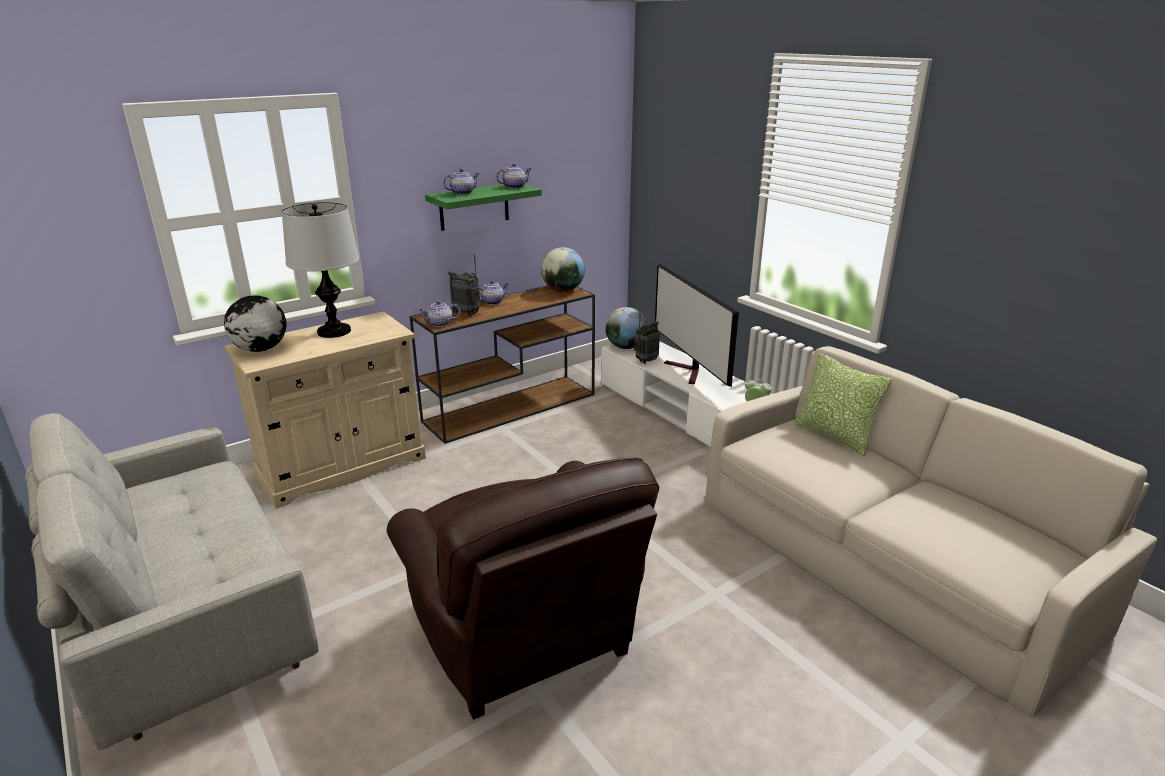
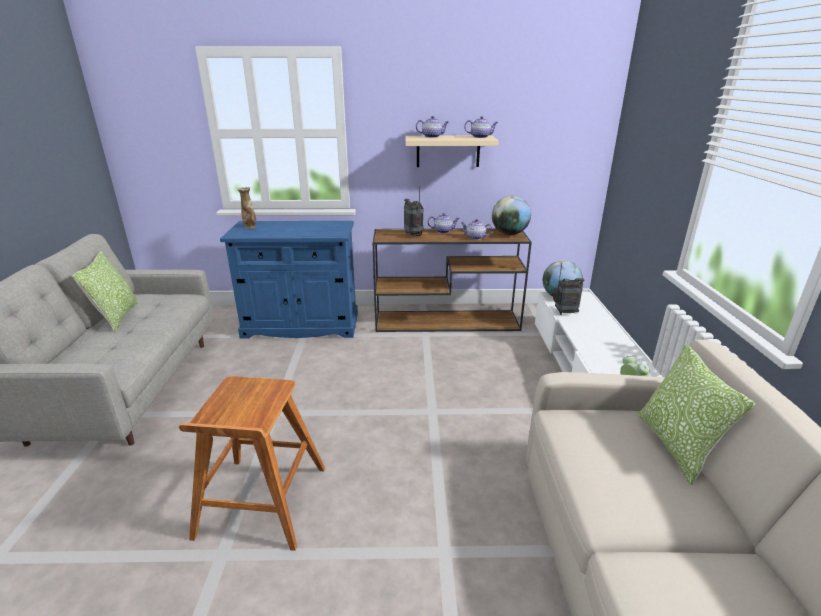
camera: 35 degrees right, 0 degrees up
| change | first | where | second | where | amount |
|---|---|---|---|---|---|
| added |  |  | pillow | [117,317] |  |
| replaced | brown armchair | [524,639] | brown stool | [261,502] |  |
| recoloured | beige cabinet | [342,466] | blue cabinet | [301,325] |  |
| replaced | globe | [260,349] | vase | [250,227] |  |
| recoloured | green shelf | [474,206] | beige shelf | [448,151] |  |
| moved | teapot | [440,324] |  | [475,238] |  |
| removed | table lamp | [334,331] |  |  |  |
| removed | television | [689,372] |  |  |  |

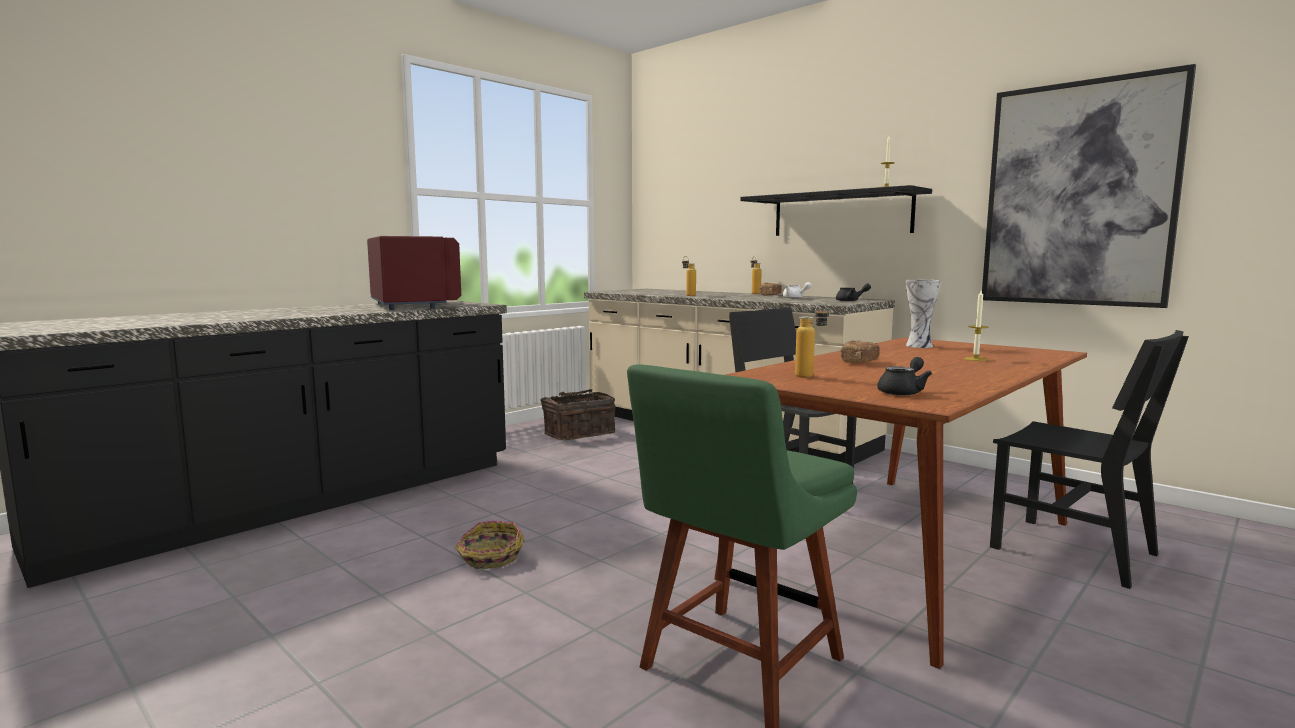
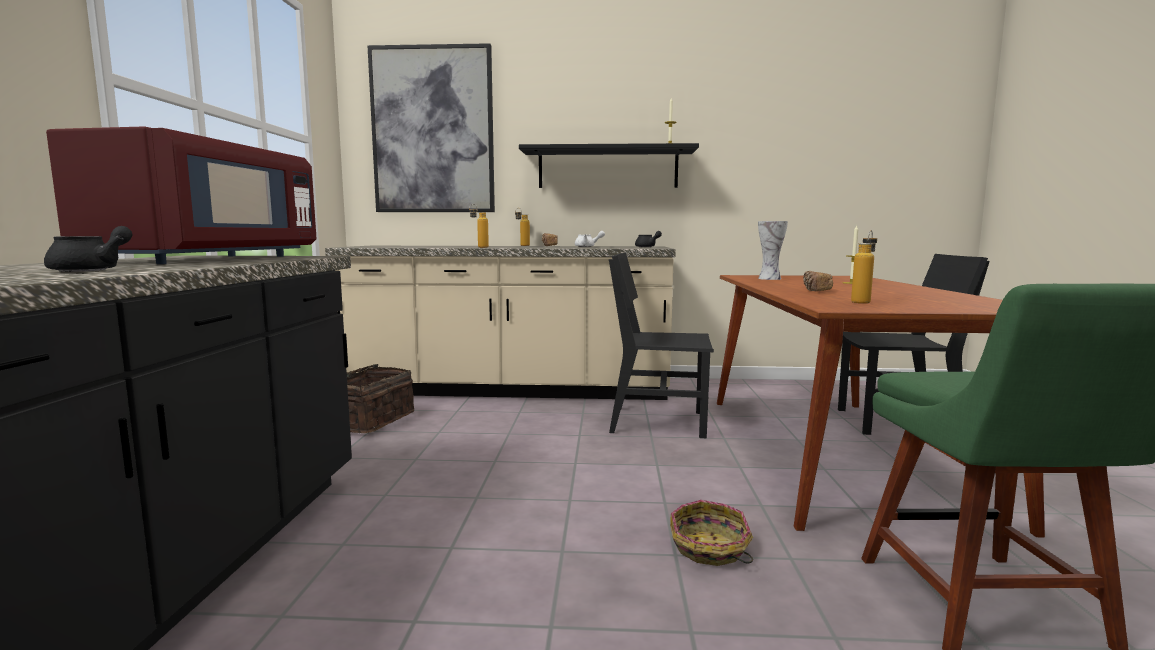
camera: 40 degrees left, 0 degrees up
| change | first | where | second | where | amount |
|---|---|---|---|---|---|
| moved | black teapot | [903,392] |  | [94,270] |  |
| turned | red microwave | [412,305] |  | [207,259] | 75 degrees clockwise |
| moved | picture | [1078,194] |  | [433,131] |  |
| moved | basket | [490,557] |  | [709,549] |  |

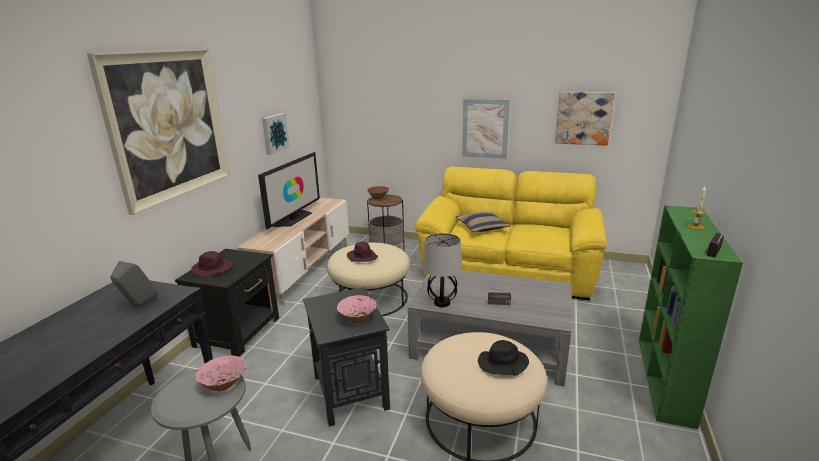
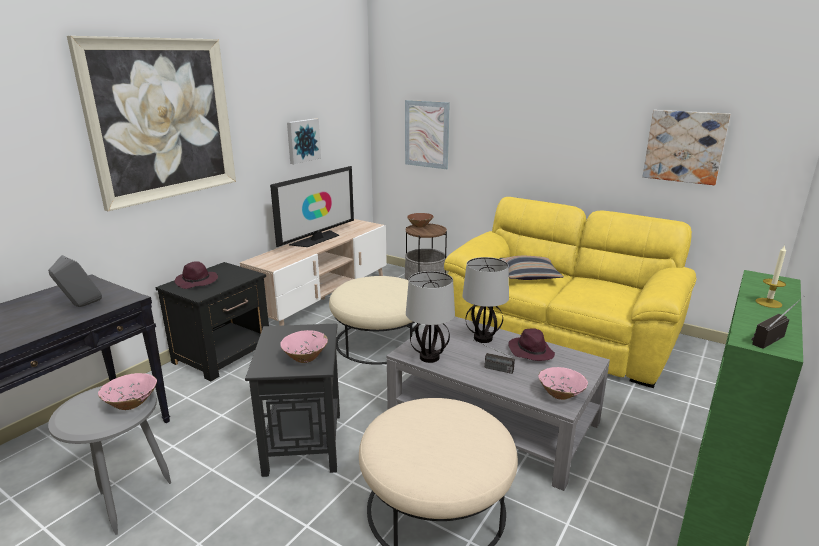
camera: 15 degrees right, 0 degrees up
| change | first | where | second | where | amount |
|---|---|---|---|---|---|
| moved | picture | [485,128] |  | [427,134] |  |
| added |  |  | table lamp | [483,338] |  |
| moved | purple hat | [362,257] |  | [530,351] |  |
| added |  |  | pink bowl | [560,394] |  |
| removed | black hat | [502,364] |  |  |  |

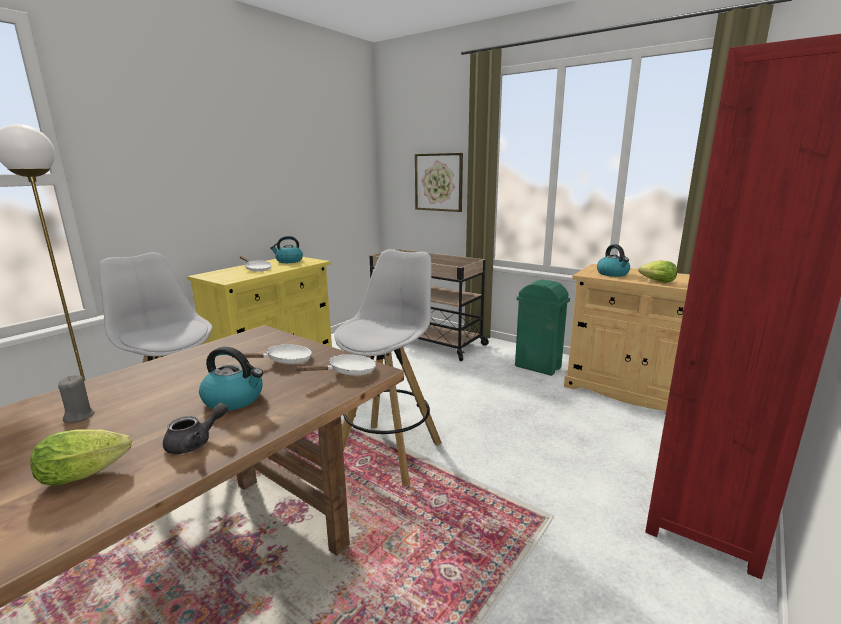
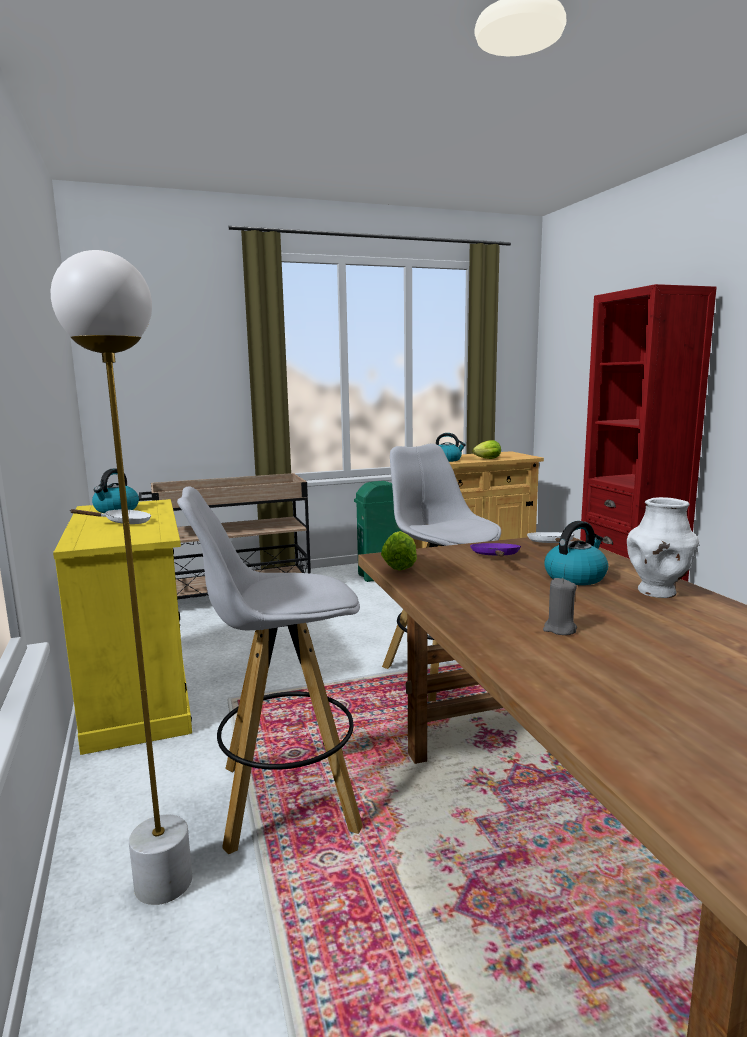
camera: 55 degrees left, 5 degrees down
| change | first | where | second | where | amount |
|---|---|---|---|---|---|
| moved | lettuce | [89,473] |  | [400,565] |  |
| recoloured | white frying pan | [284,361] | purple frying pan | [496,557] |  |
| replaced | grey teapot | [195,443] | white vase | [657,592] |  |
| removed | picture | [438,182] |  |  |  |

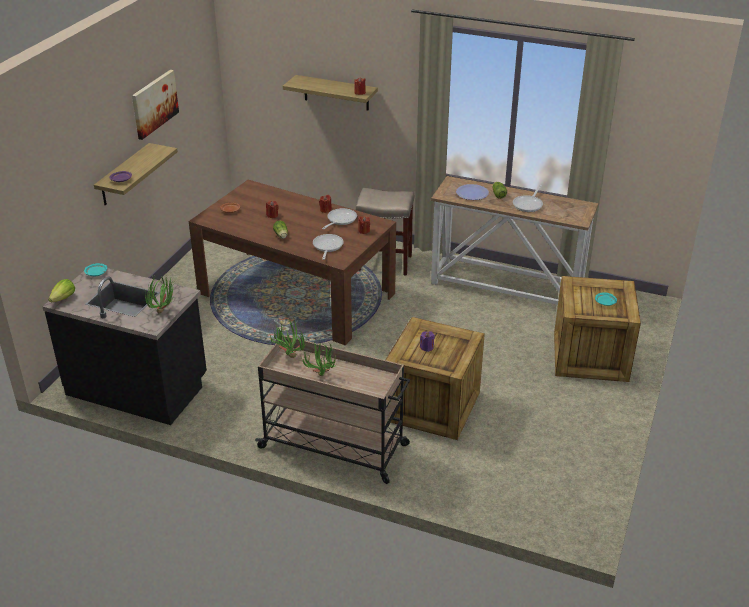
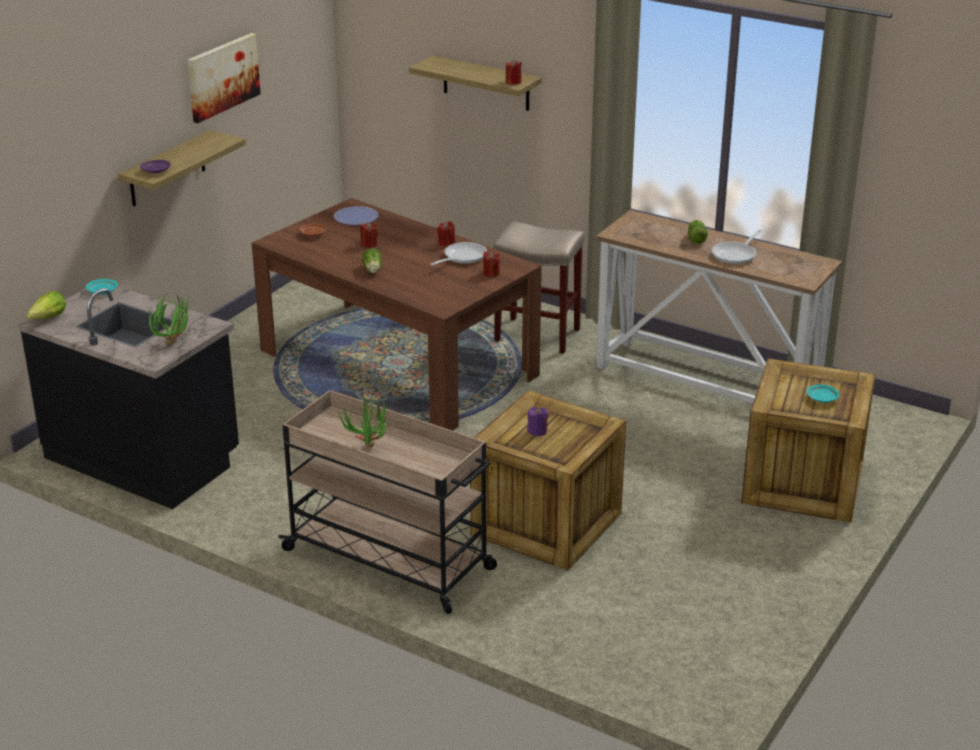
camera: 10 degrees right, 5 degrees down
| change | first | where | second | where | amount |
|---|---|---|---|---|---|
| moved | plate | [472,193] |  | [356,217] |  |
| removed | potted plant | [288,355] |  |  |  |
| removed | frying pan | [327,247] |  |  |  |

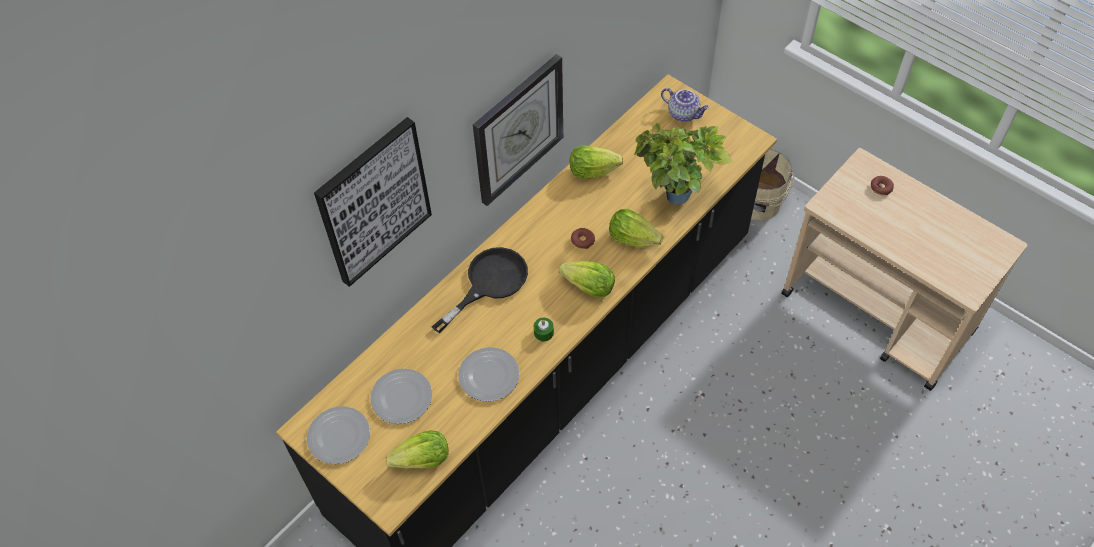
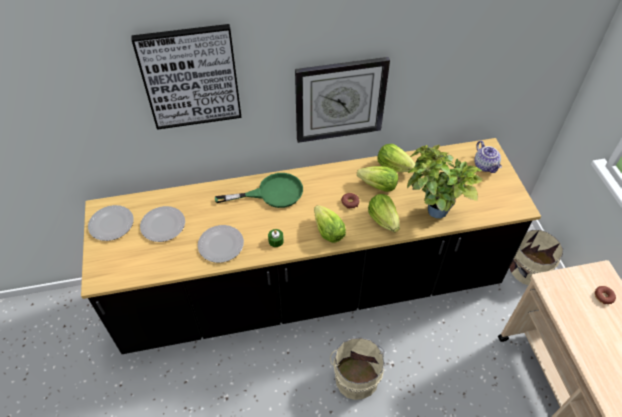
camera: 35 degrees right, 5 degrees down
| change | first | where | second | where | amount |
|---|---|---|---|---|---|
| recoloured | black frying pan | [489,283] | green frying pan | [272,193] |  |
| added |  |  | beige bucket | [356,376] |  |
| moved | lettuce | [423,460] |  | [378,186] |  |

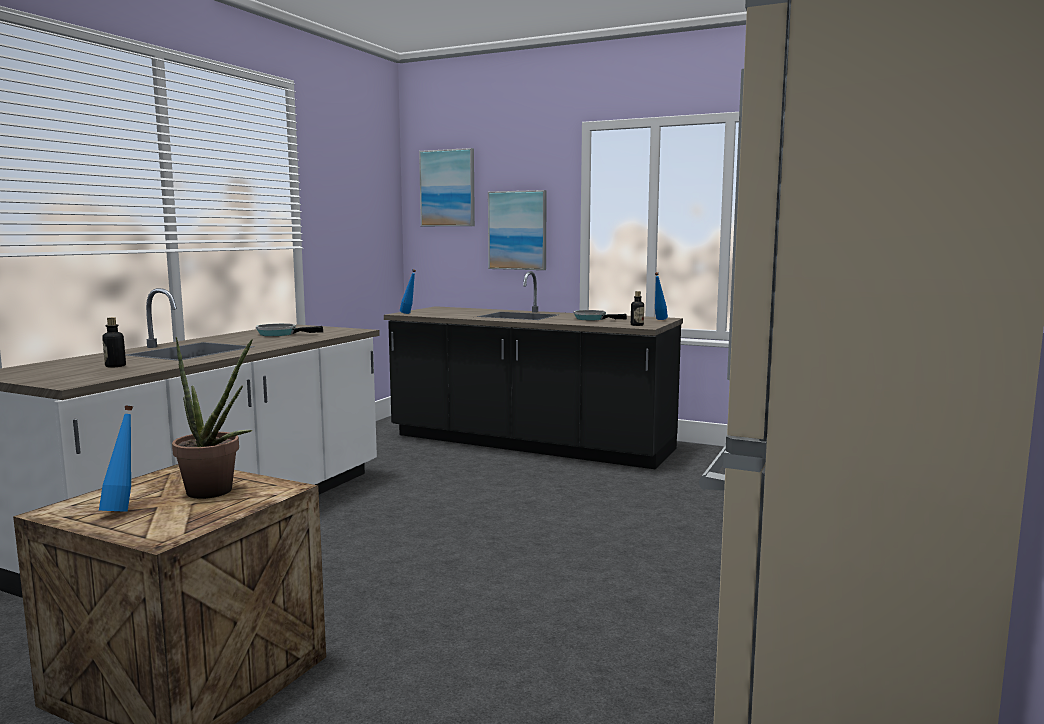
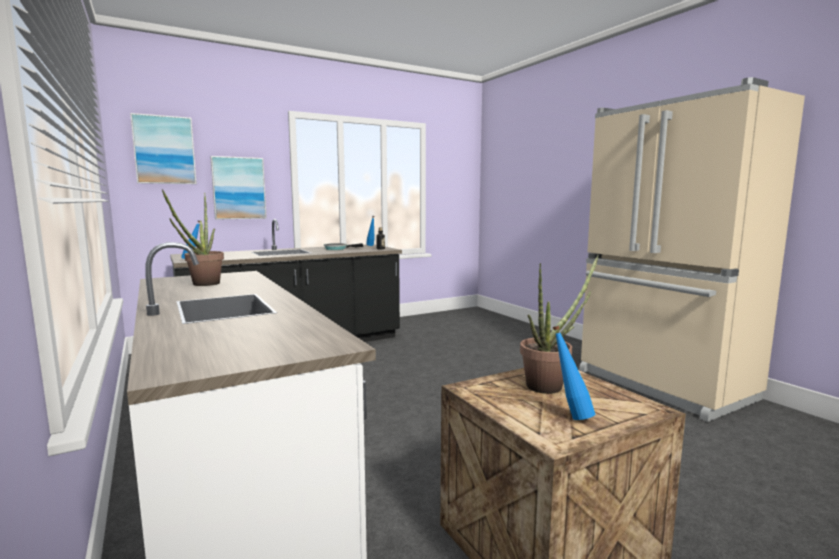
camera: 55 degrees left, 0 degrees up
| change | first | where | second | where | amount |
|---|---|---|---|---|---|
| replaced | frying pan | [280,334] | potted plant | [202,284] |  |
| removed | bottle | [115,366] |  |  |  |

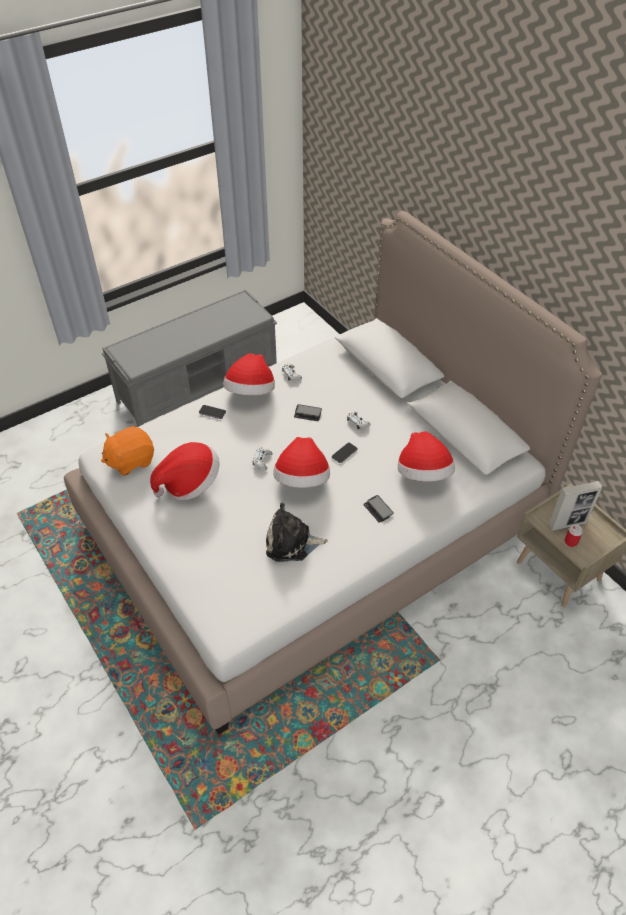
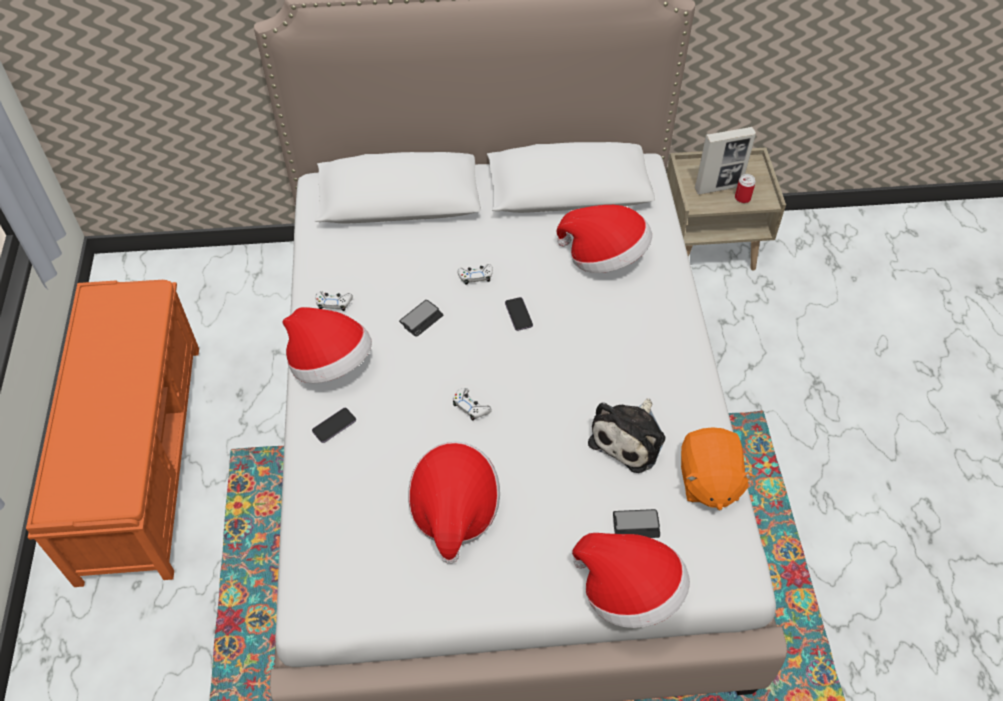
camera: 60 degrees left, 5 degrees up
| change | first | where | second | where | amount |
|---|---|---|---|---|---|
| recoloured | grey bench | [199,385] | orange bench | [141,456] |  |
| moved | hat | [302,480] |  | [628,591] |  |
| moved | phone | [378,509] |  | [636,525] |  |
| moved | orange plush toy | [130,460] |  | [708,481] |  |
| turned | picture frame | [567,524] |  | [718,187] | 60 degrees clockwise |

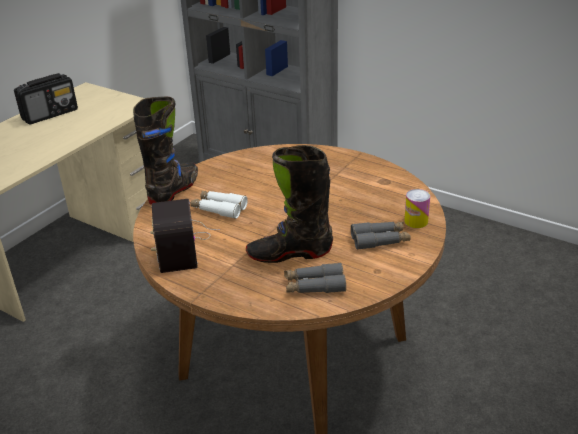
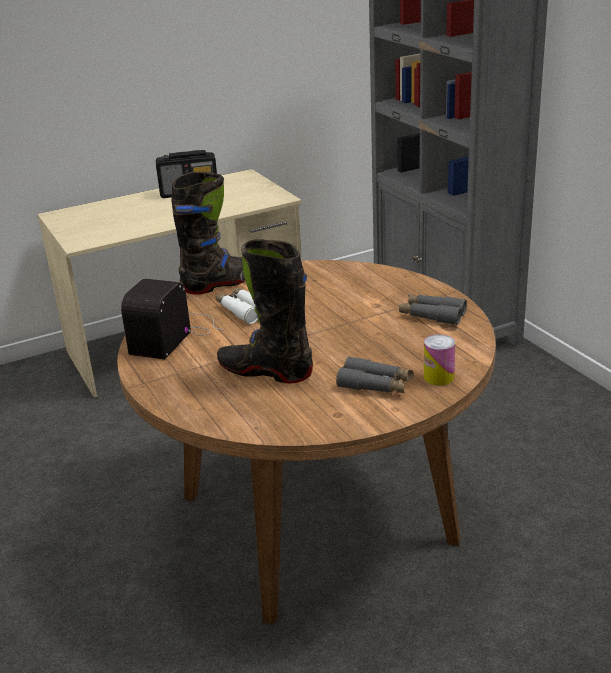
camera: 30 degrees right, 5 degrees down
| change | first | where | second | where | amount |
|---|---|---|---|---|---|
| moved | grey binoculars | [314,286] |  | [432,315] |  |

